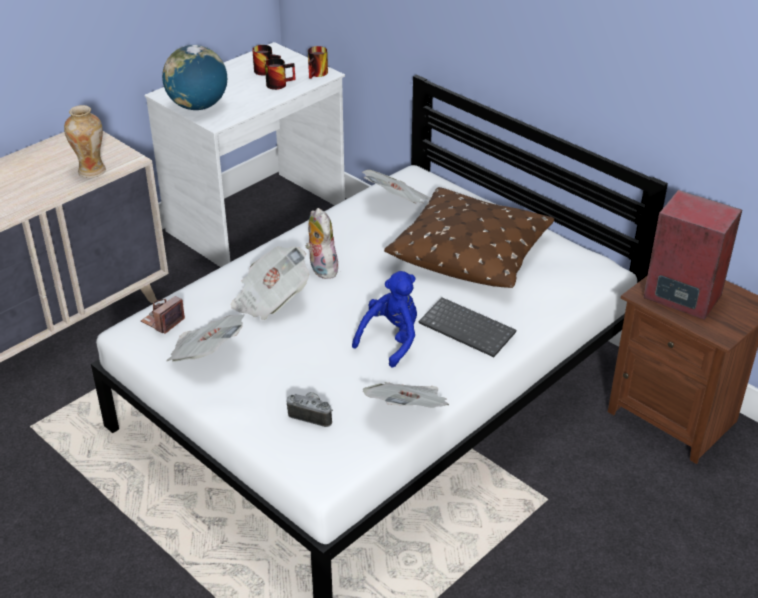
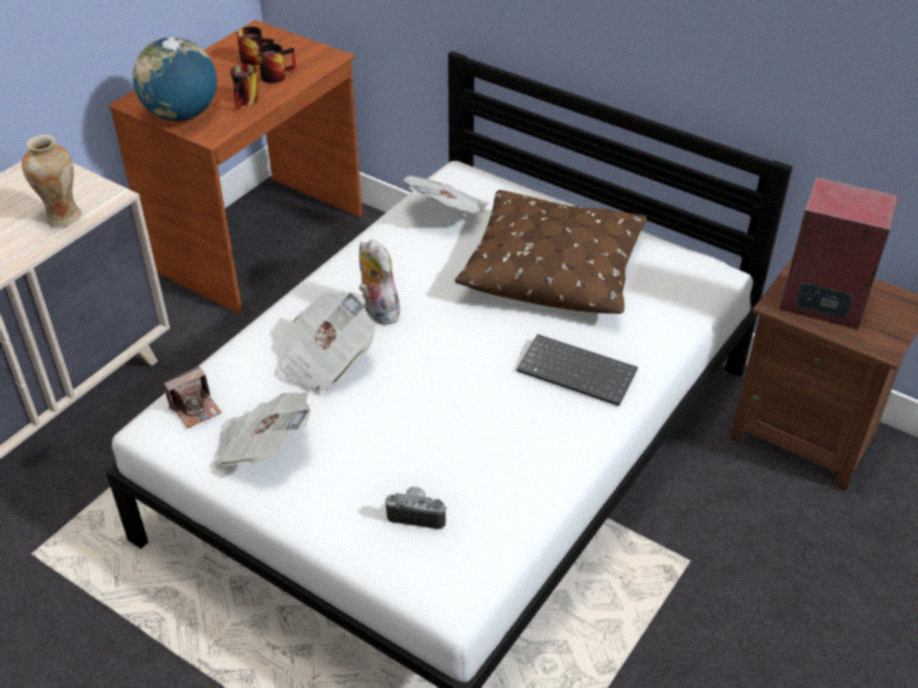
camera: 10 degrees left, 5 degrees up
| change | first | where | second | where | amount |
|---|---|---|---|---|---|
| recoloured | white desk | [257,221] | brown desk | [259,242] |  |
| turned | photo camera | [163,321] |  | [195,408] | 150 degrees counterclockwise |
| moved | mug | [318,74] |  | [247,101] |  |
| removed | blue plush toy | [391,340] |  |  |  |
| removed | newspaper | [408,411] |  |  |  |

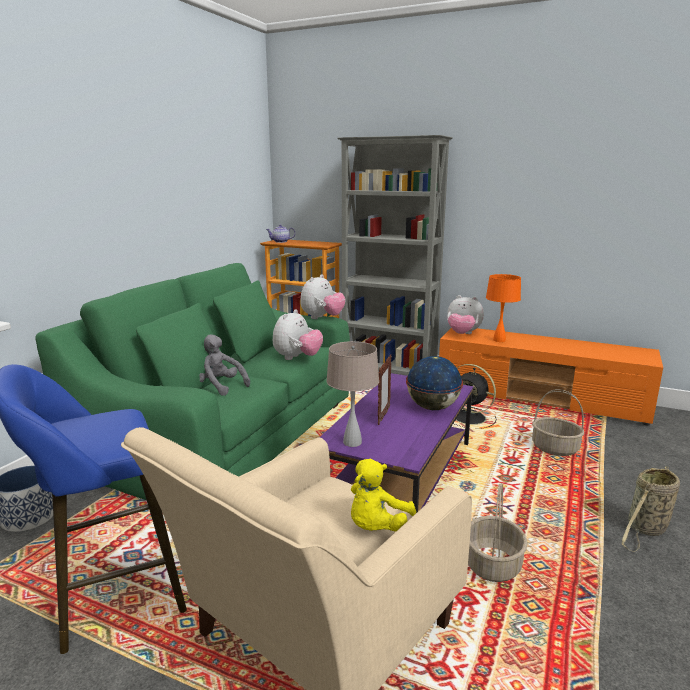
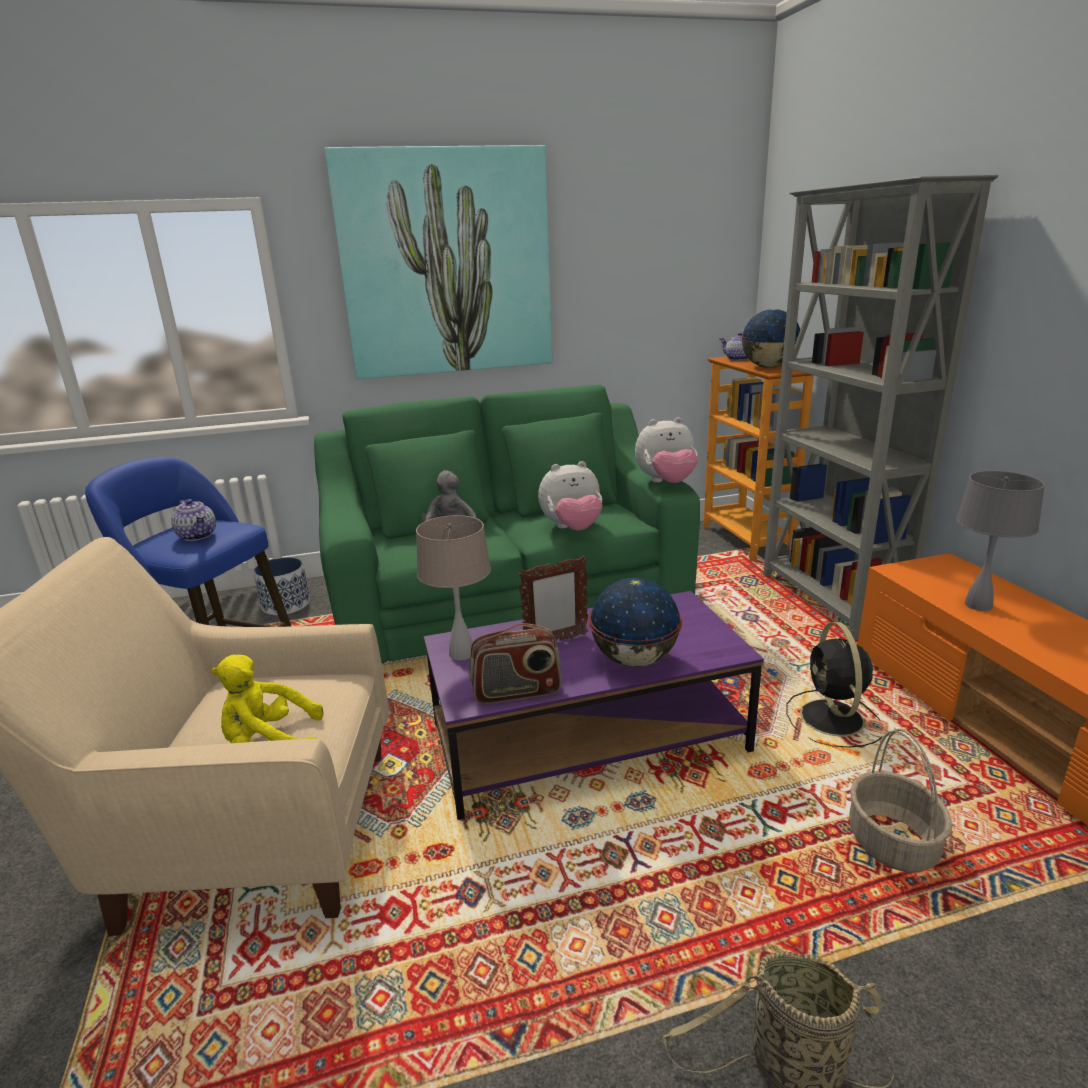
camera: 50 degrees right, 5 degrees up
| change | first | where | second | where | amount |
|---|---|---|---|---|---|
| added |  |  | teapot | [198,535] |  |
| added |  |  | picture | [446,264] |  |
| added |  |  | radio | [516,692] |  |
| added |  |  | globe | [769,367] |  |
| recoloured | orange table lamp | [499,340] | grey table lamp | [978,605] |  |
| removed | plush toy | [463,334] |  |  |  |
| removed | basket | [493,565] |  |  |  |

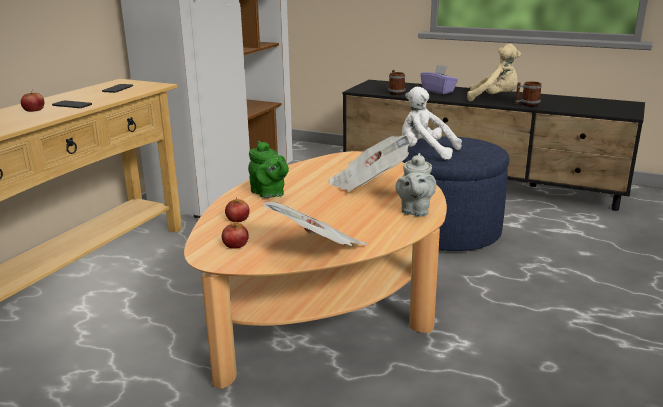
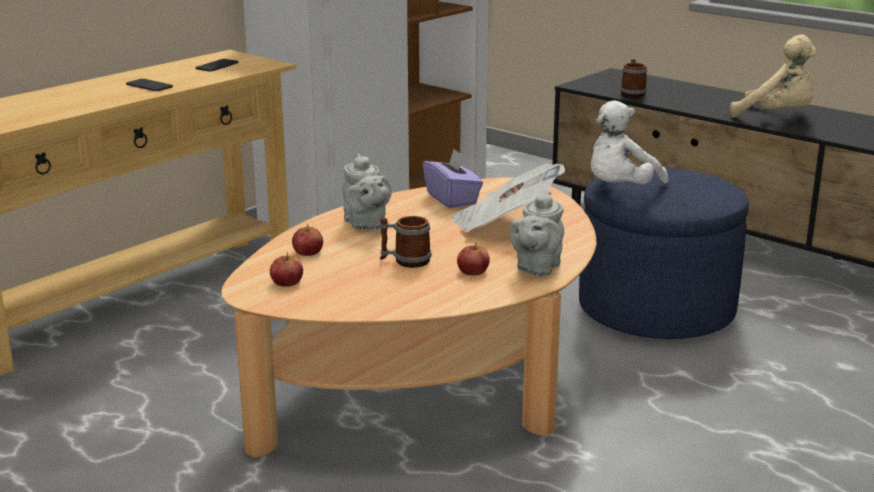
camera: 15 degrees right, 0 degrees up
| change | first | where | second | where | amount |
|---|---|---|---|---|---|
| recoloured | green teapot | [269,194] | grey teapot | [366,224] |  |
| moved | mug | [526,104] |  | [405,261] |  |
| moved | purple tissue box | [438,91] |  | [452,199] |  |
| moved | apple | [34,110] |  | [473,271] |  |
| turned | white plush toy | [425,152] |  | [620,189] | 90 degrees counterclockwise |
| removed | newspaper | [316,250] |  |  |  |

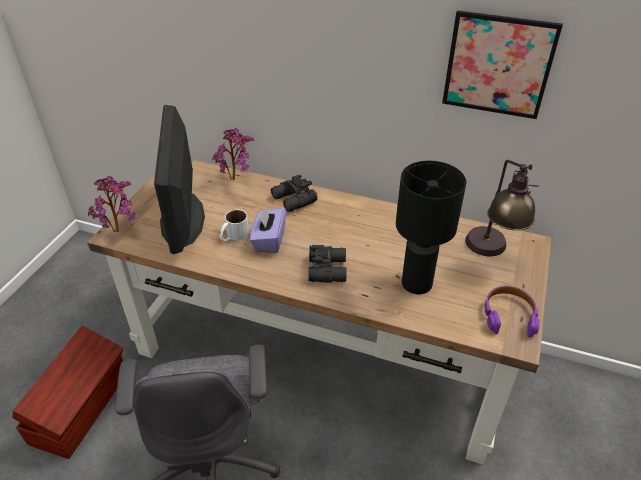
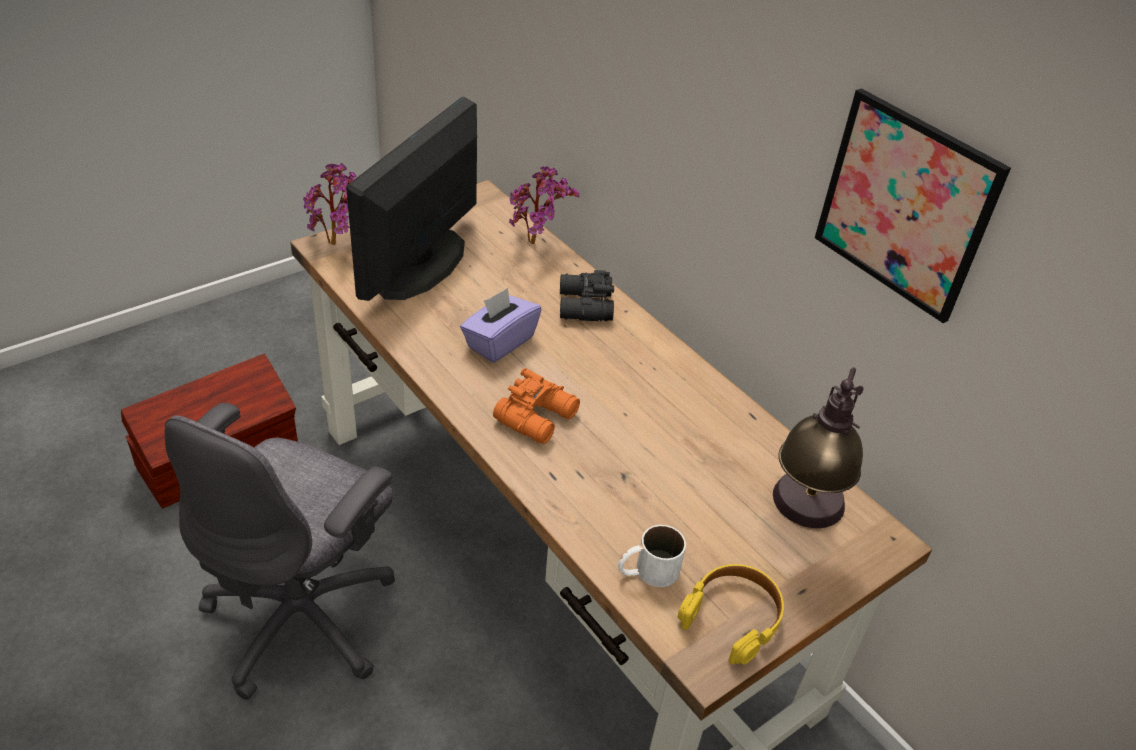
camera: 30 degrees right, 0 degrees up
| change | first | where | second | where | amount |
|---|---|---|---|---|---|
| recoloured | black binoculars | [328,269] | orange binoculars | [538,417] |  |
| moved | white mug | [233,236] |  | [647,571] |  |
| recoloured | purple headphones | [509,315] | yellow headphones | [733,617] |  |
| removed | black table lamp | [417,284] |  |  |  |

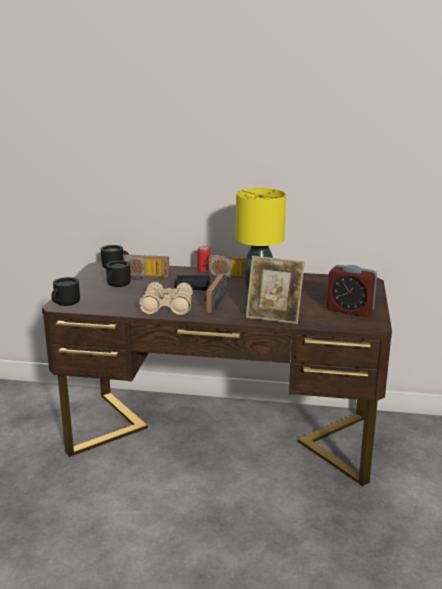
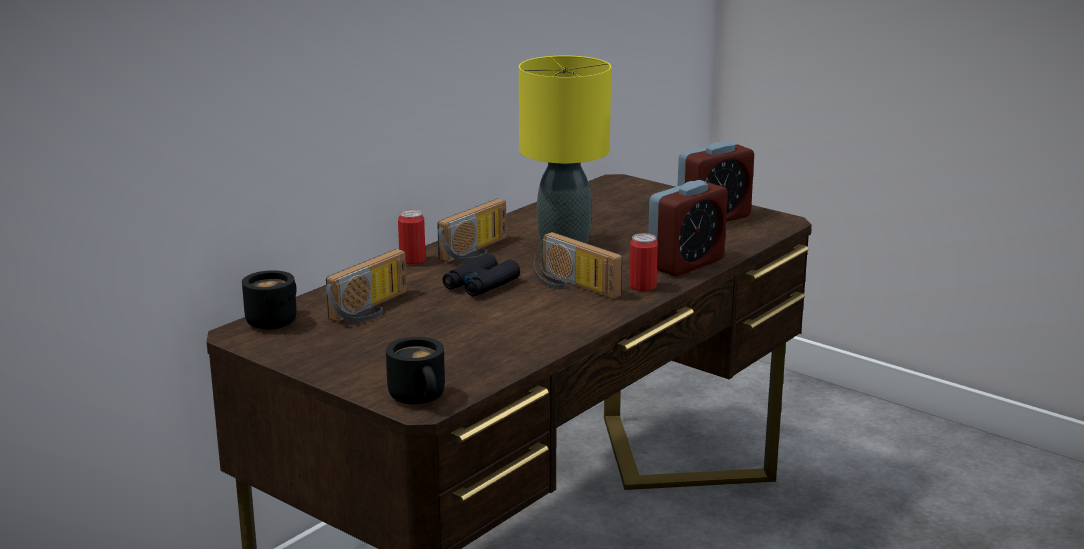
camera: 60 degrees left, 0 degrees up
| change | first | where | second | where | amount |
|---|---|---|---|---|---|
| added |  |  | can | [642,286] |  |
| replaced | picture frame | [274,317] | alarm clock | [686,263] |  |
| removed | black mug | [118,285] |  |  |  |
| removed | beige binoculars | [167,307] |  |  |  |

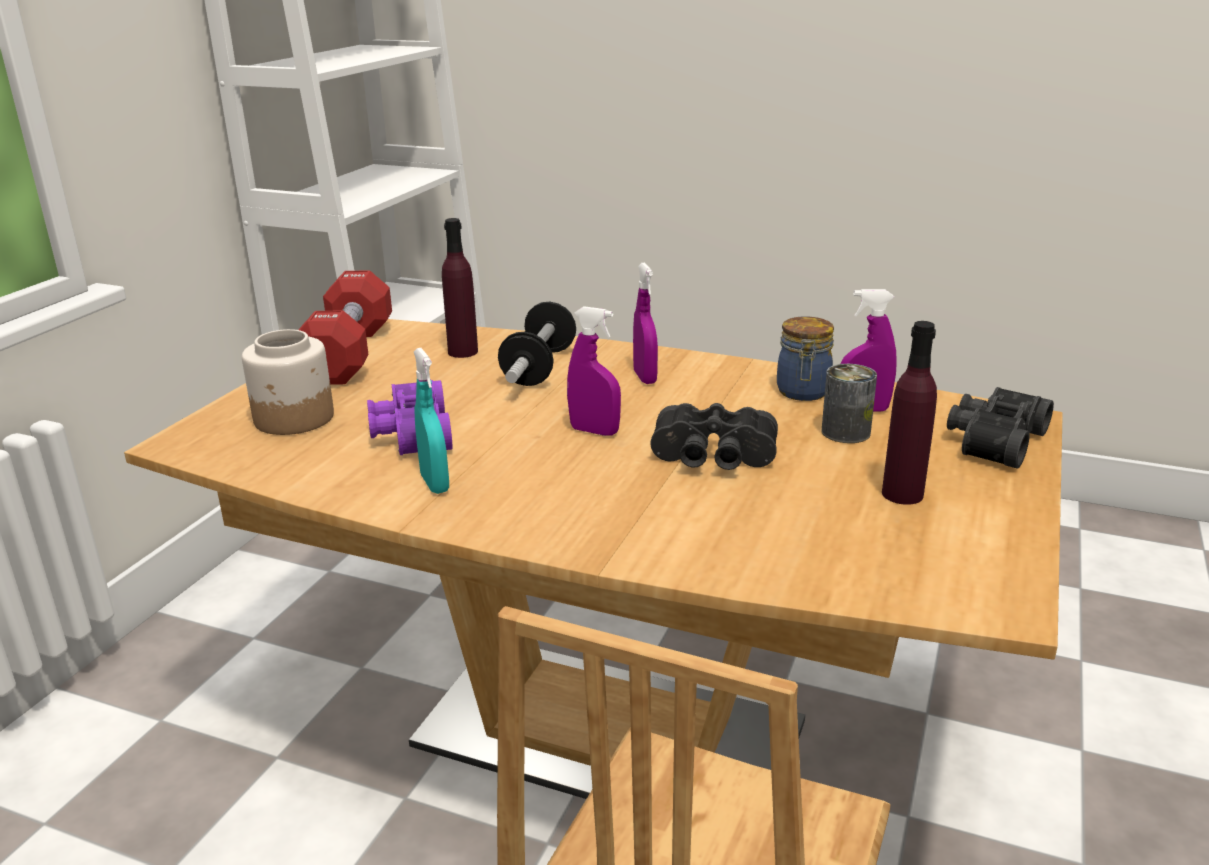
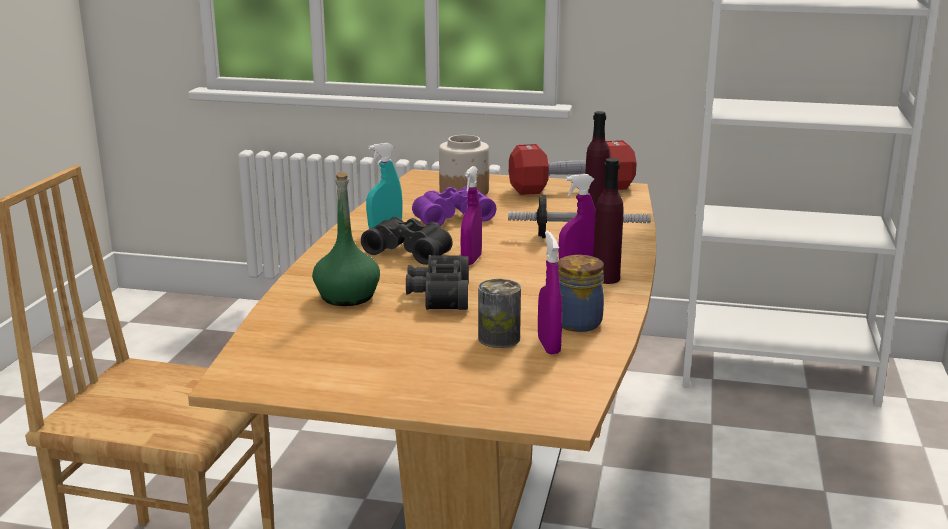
camera: 80 degrees right, 5 degrees down
| change | first | where | second | where | amount |
|---|---|---|---|---|---|
| added |  |  | green bottle | [347,297] |  |
| moved | black binoculars | [992,440] |  | [411,251] |  |
| moved | purple bottle | [902,494] |  | [606,278] |  |

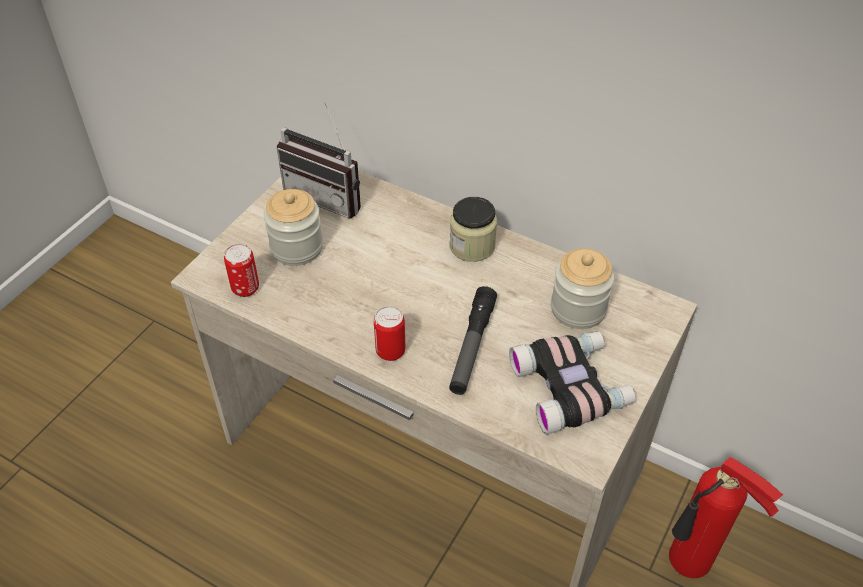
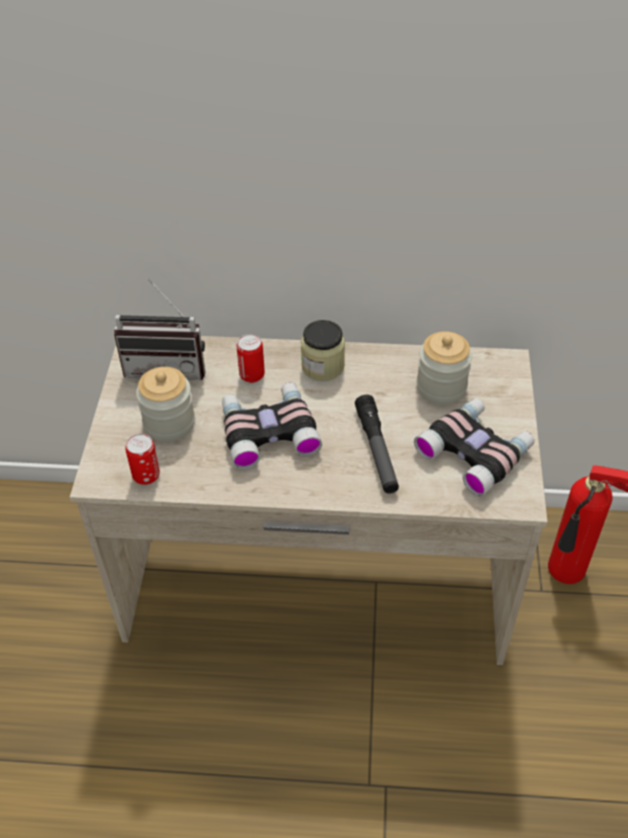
camera: 25 degrees left, 0 degrees up
| change | first | where | second | where | amount |
|---|---|---|---|---|---|
| added |  |  | binoculars | [268,431] |  |
| moved | can | [390,351] |  | [252,375] |  |

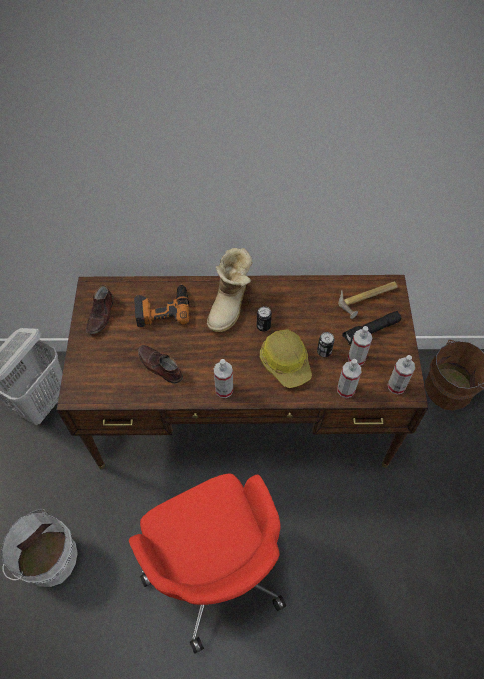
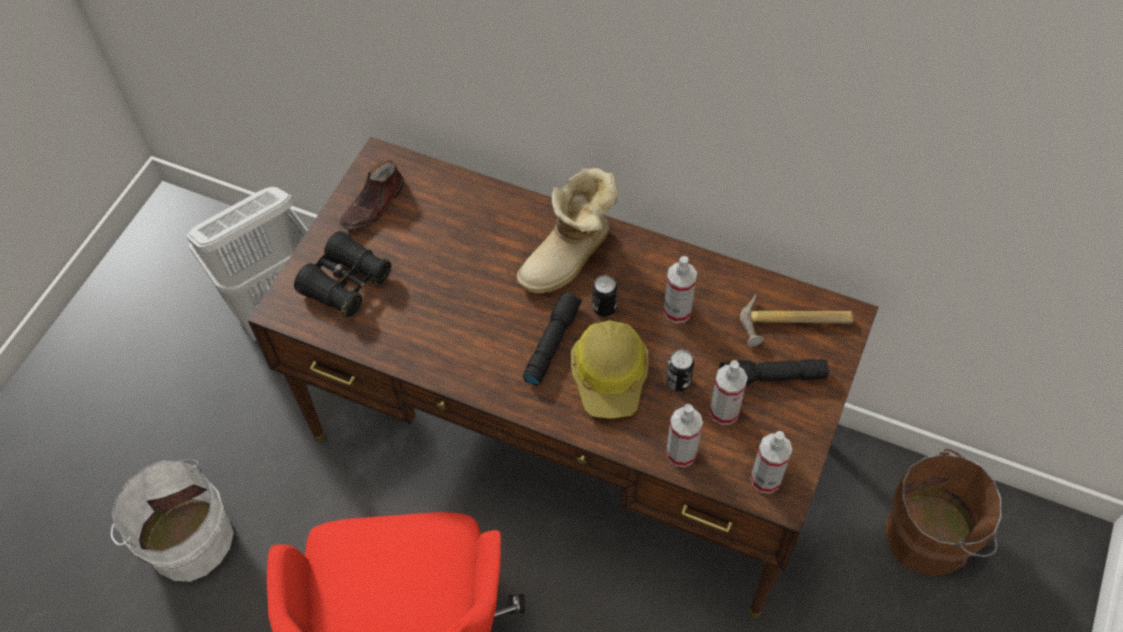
camera: 25 degrees right, 0 degrees up
| change | first | where | second | where | amount |
|---|---|---|---|---|---|
| added |  |  | black binoculars | [345,283] |  |
| added |  |  | black flashlight | [551,342] |  |
| moved | spray bottle | [224,390] |  | [677,311] |  |
| removed | power drill | [163,309] |  |  |  |
| removed | brown shoe | [159,366] |  |  |  |

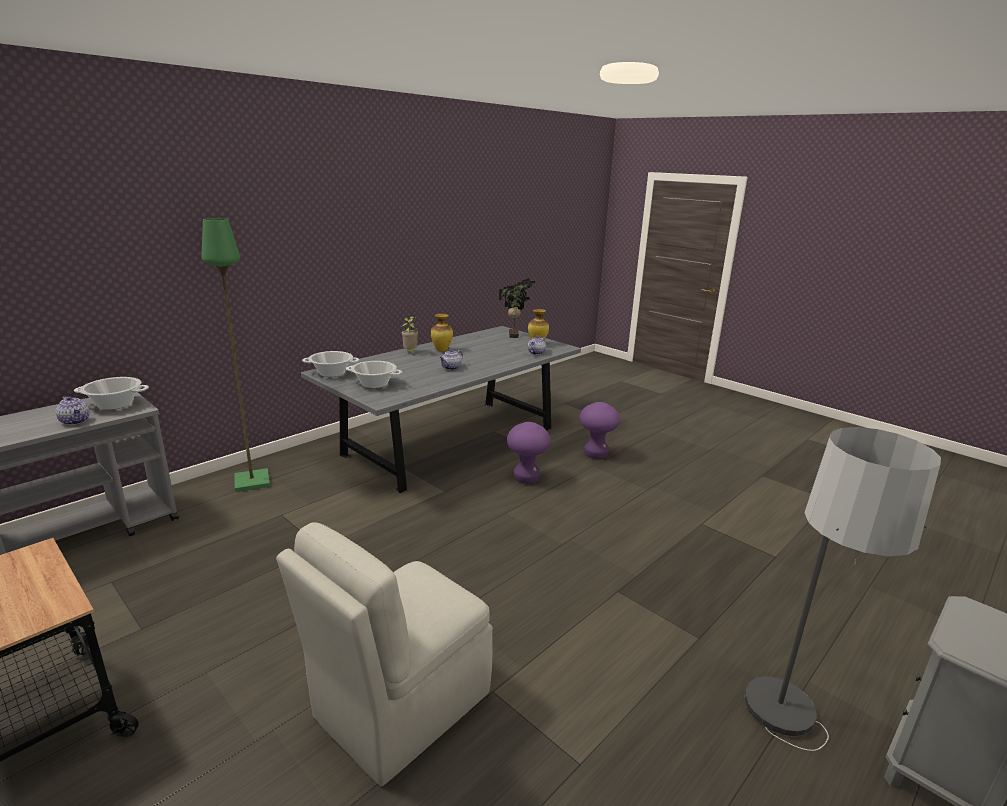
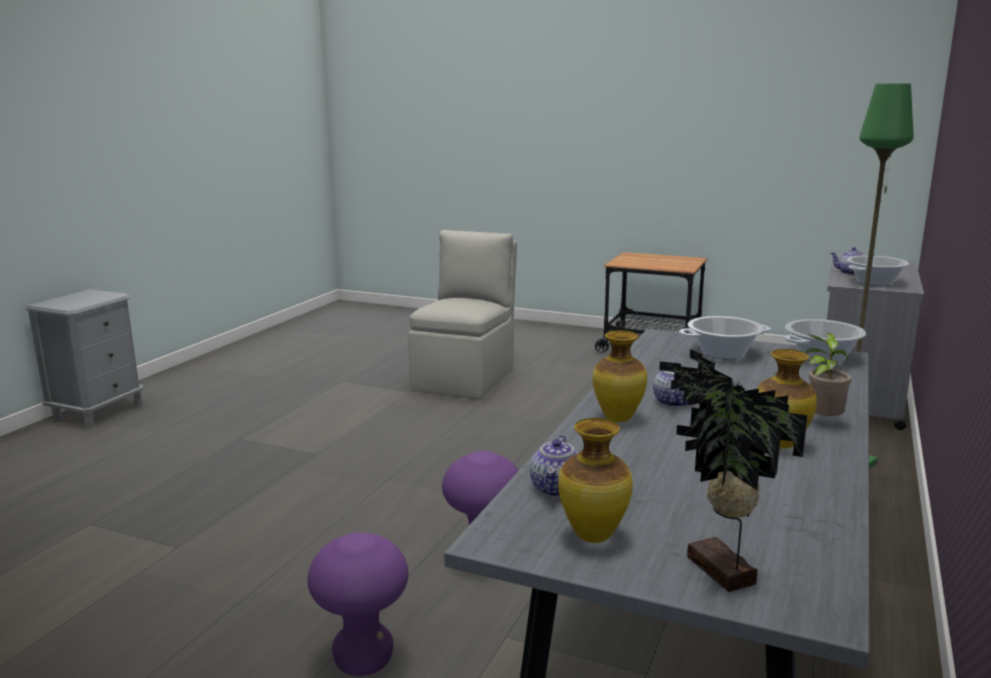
camera: 160 degrees right, 5 degrees down
| change | first | where | second | where | amount |
|---|---|---|---|---|---|
| added |  |  | vase | [619,419] |  |
| removed | floor lamp | [780,755] |  |  |  |

